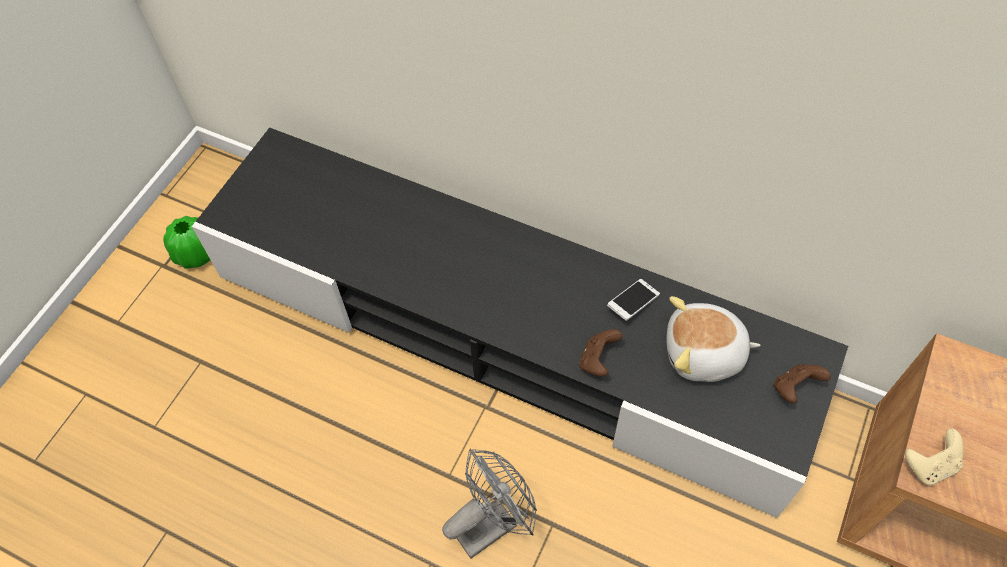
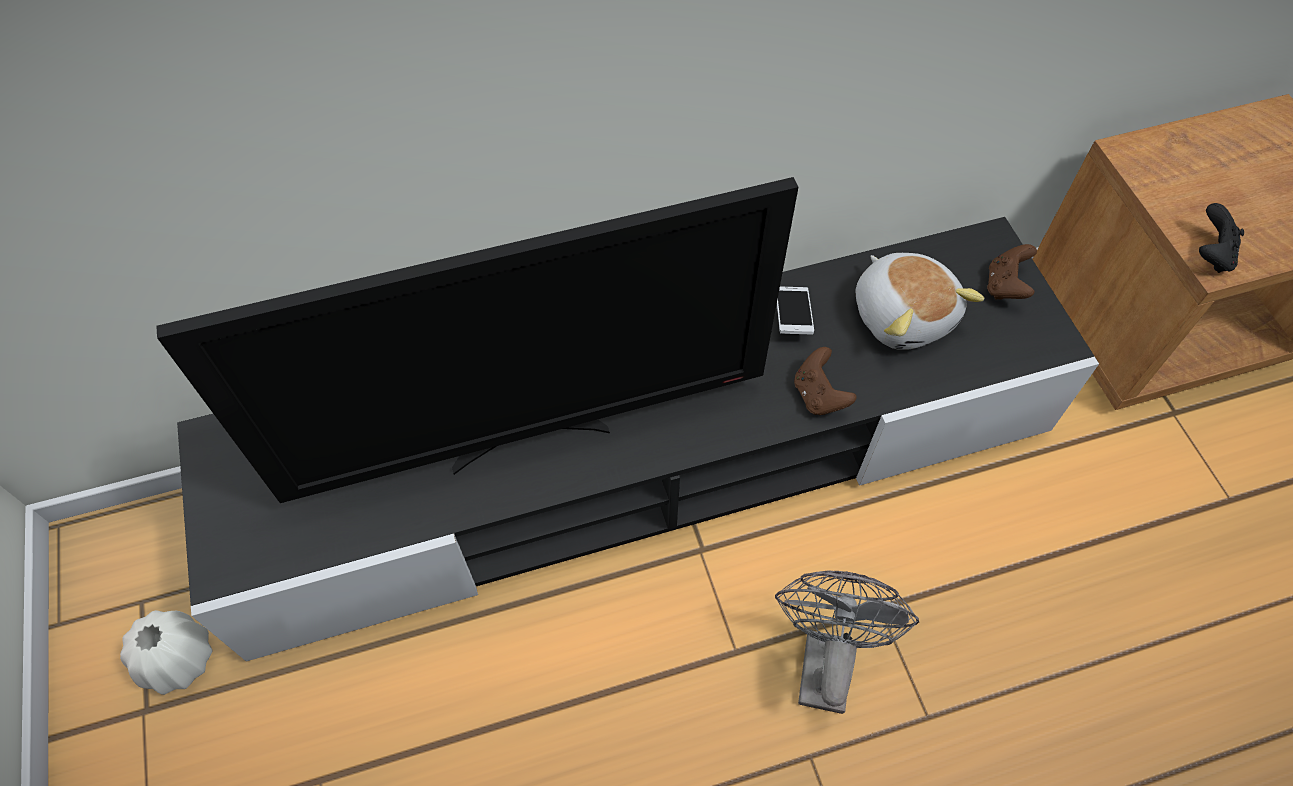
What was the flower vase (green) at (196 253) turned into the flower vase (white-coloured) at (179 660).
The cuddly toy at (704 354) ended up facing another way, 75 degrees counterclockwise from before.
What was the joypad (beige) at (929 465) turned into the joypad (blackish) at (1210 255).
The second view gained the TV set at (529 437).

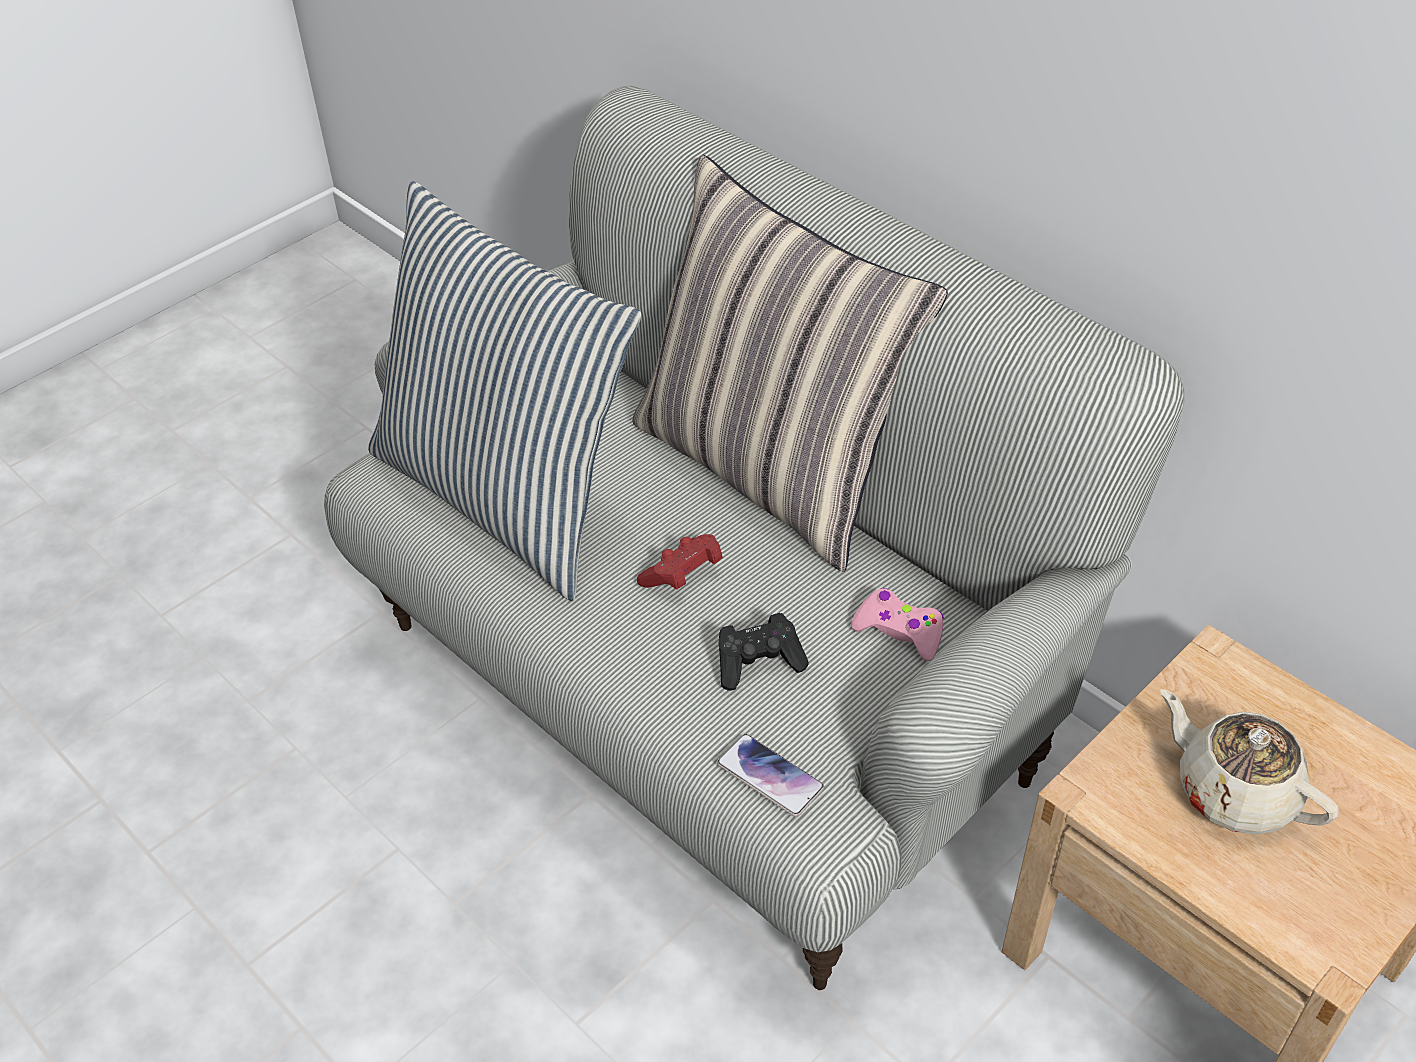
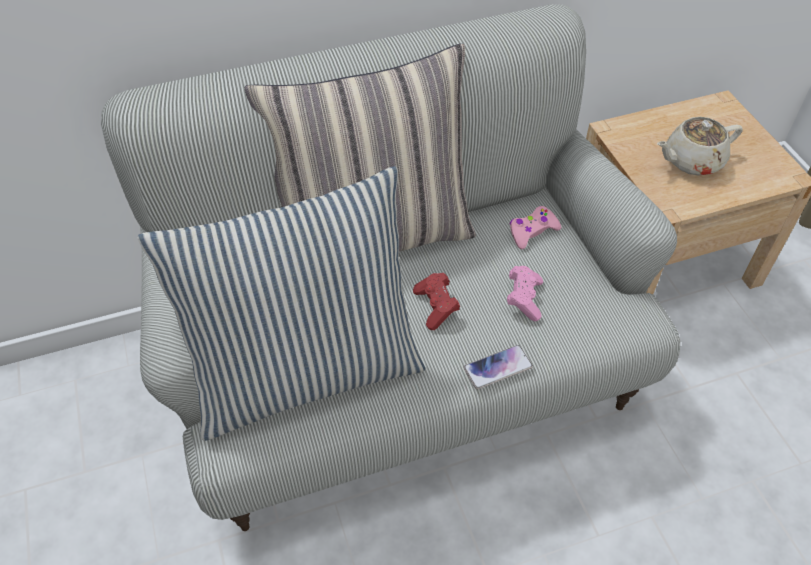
What was the joypad (blackish) at (758 663) turned into the joypad (pink-coloured) at (524 299).
The handset ended up elsewhere, having gone from (769 776) to (497 368).

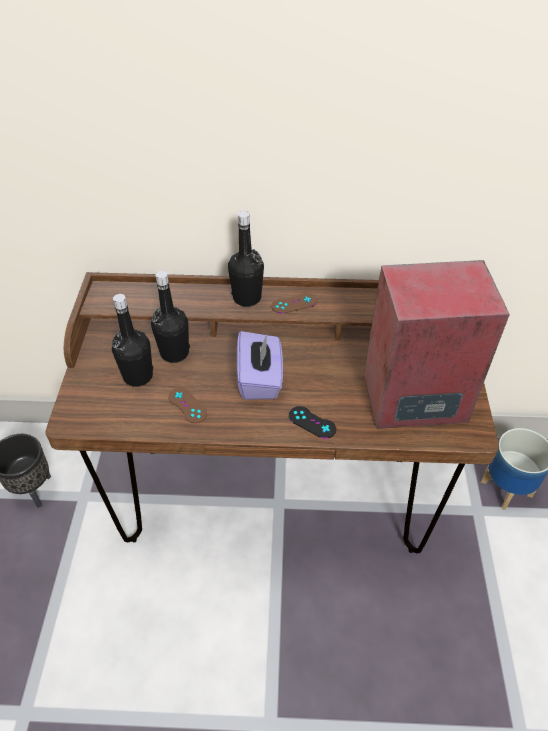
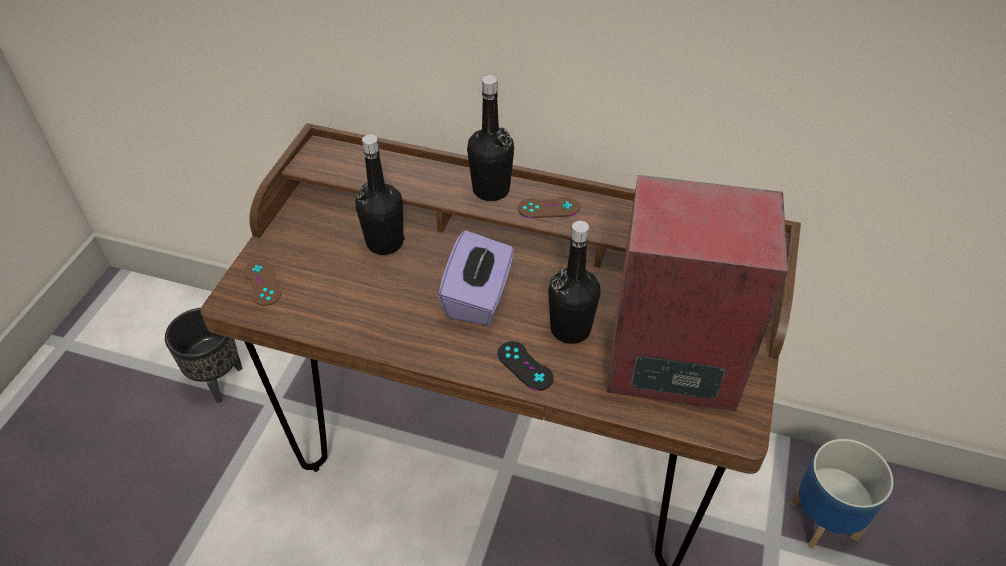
The bottle (blackish) ended up elsewhere, having gone from (138 376) to (570 329).
The joypad (brown) ended up elsewhere, having gone from (187 405) to (262 283).

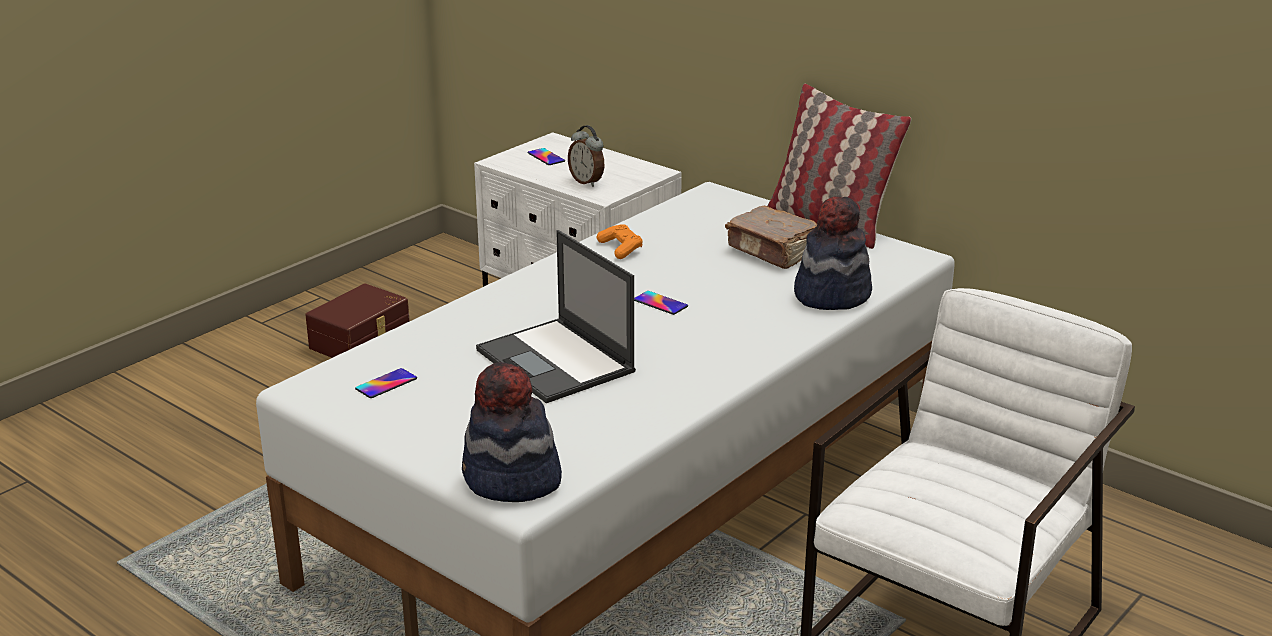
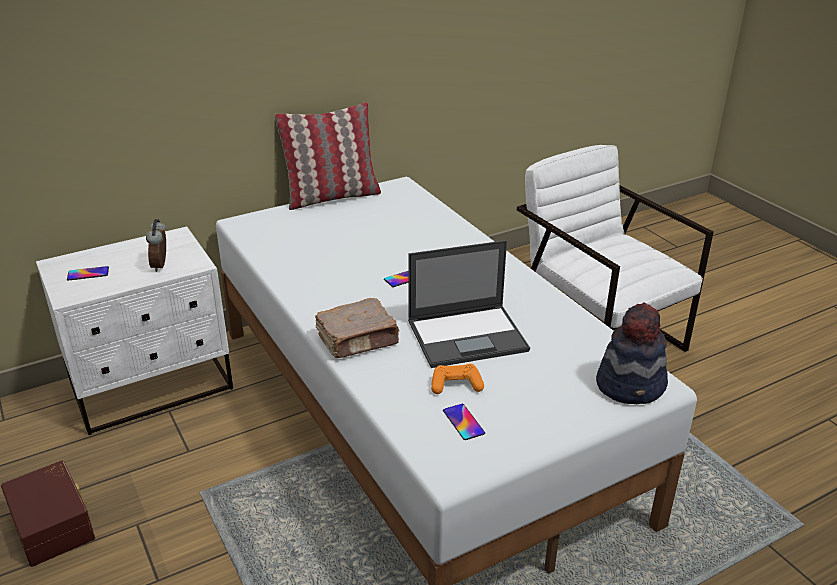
The alarm clock at (587 182) ended up facing another way, 105 degrees clockwise from before.
The second view lost the hat at (831 294).
The bound book (brown) ended up elsewhere, having gone from (773 252) to (358 340).
The joypad (orange) ended up elsewhere, having gone from (620 248) to (456 385).

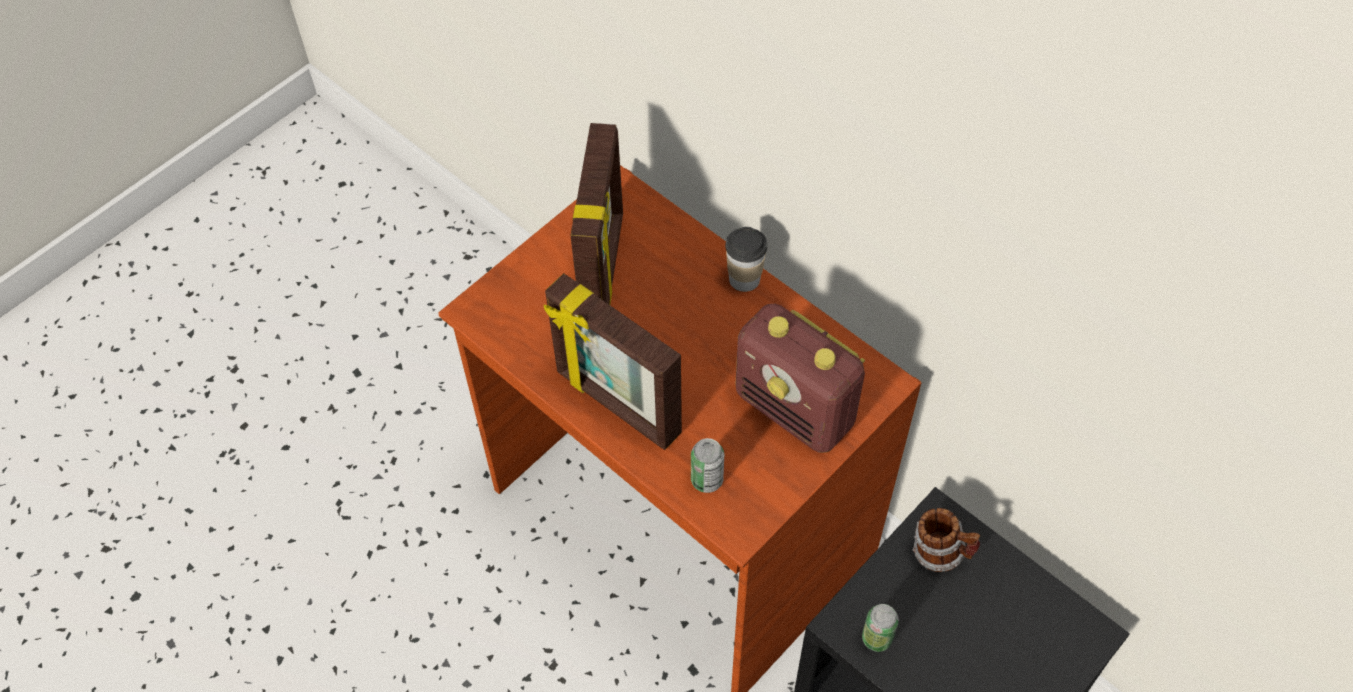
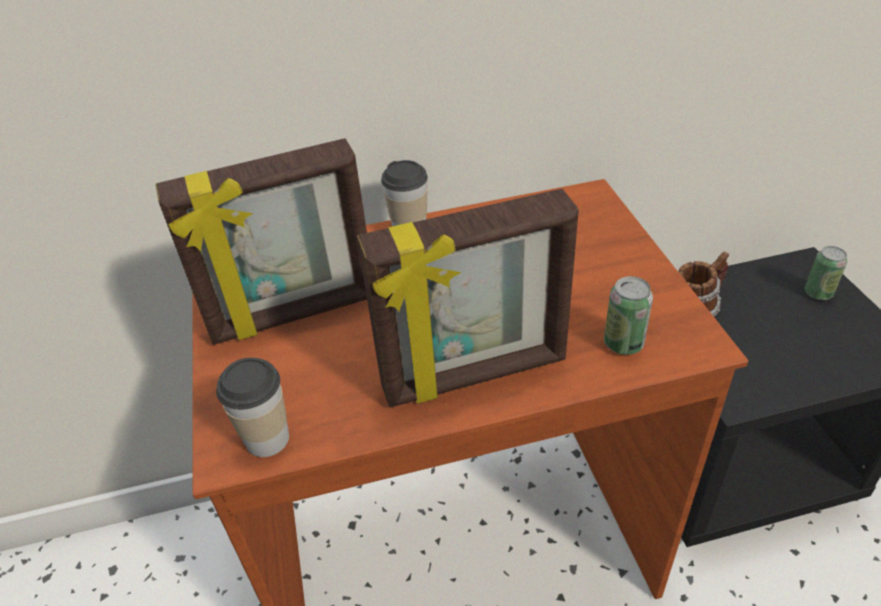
The picture frame at (604 266) ended up facing another way, 120 degrees clockwise from before.
The second view lost the radio receiver at (795 410).
The can ended up elsewhere, having gone from (877 638) to (818 293).
The second view gained the small cup at (267 438).

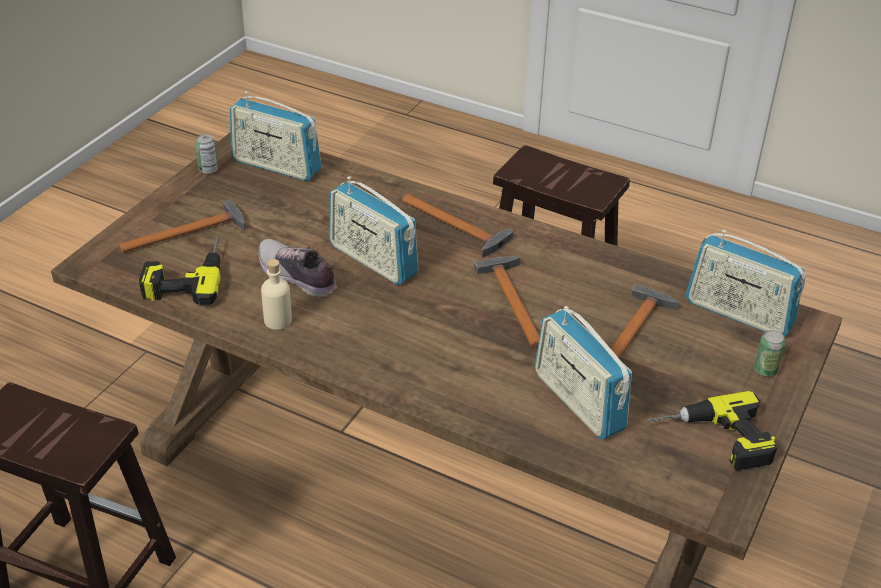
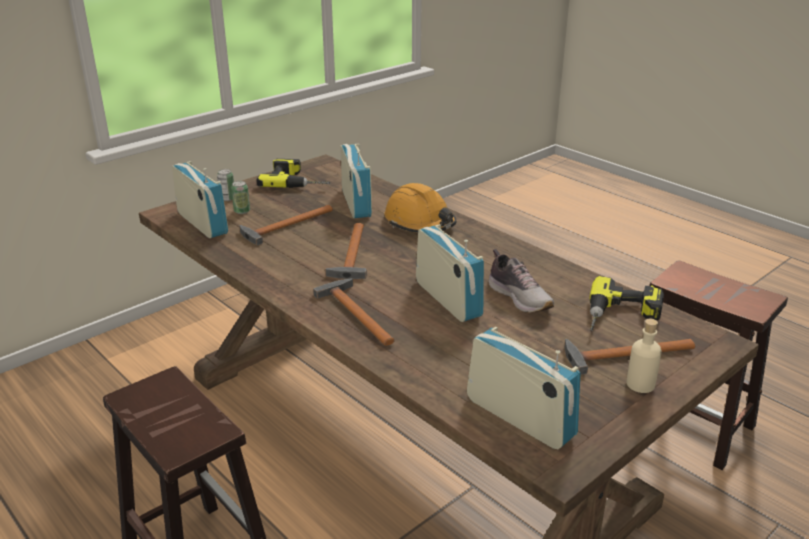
The can ended up elsewhere, having gone from (208 170) to (242 211).
The bottle (beige) ended up elsewhere, having gone from (278 320) to (640 384).
The second view gained the safety helmet (orange) at (420 223).

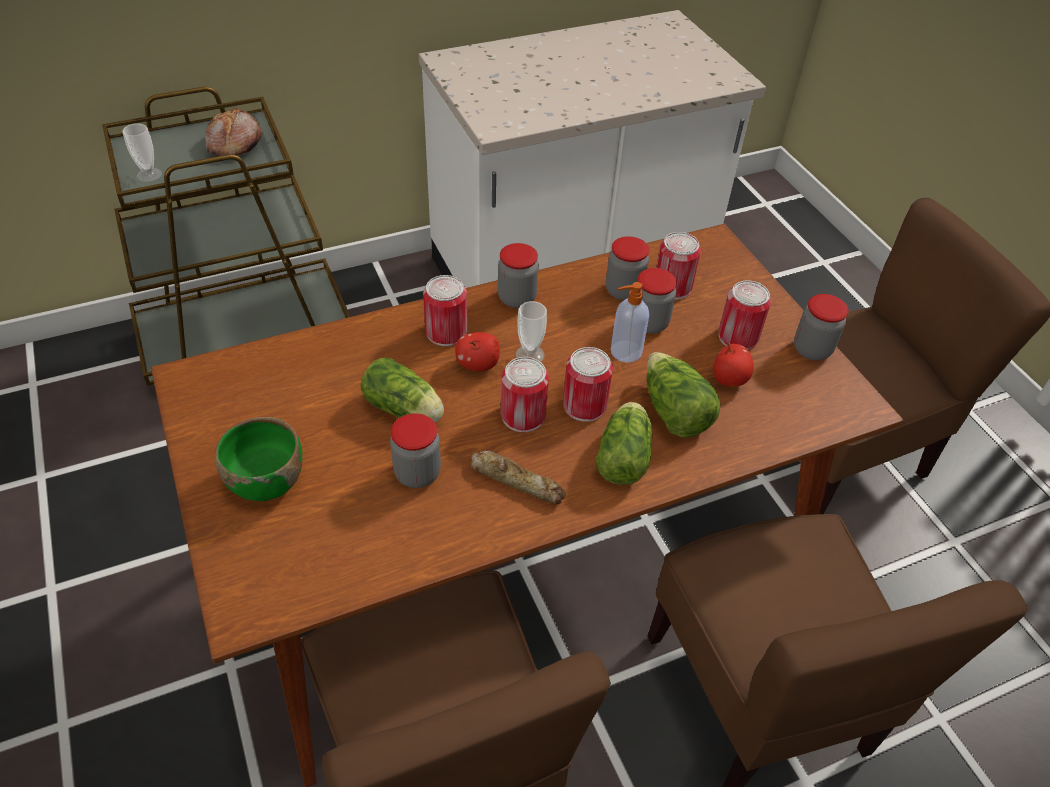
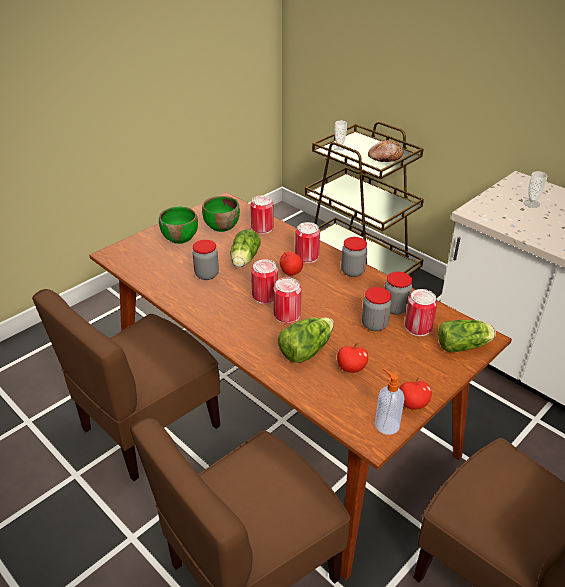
The can ended up elsewhere, having gone from (738 336) to (262 228).
The soap bottle ended up elsewhere, having gone from (624 352) to (386 424).
Where the jar stood at (812 349), the whole apple came to stand at (412 404).
The small cup ended up elsewhere, having gone from (530 355) to (531 204).
The lettuce head ended up elsewhere, having gone from (624 455) to (464 346).
The second view lost the bread at (517 480).
The second view gained the bowl (green) at (221 226).

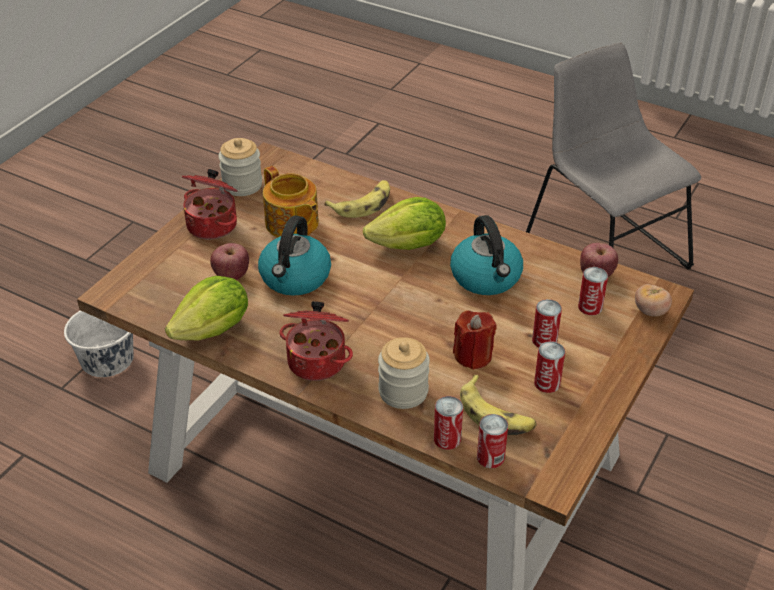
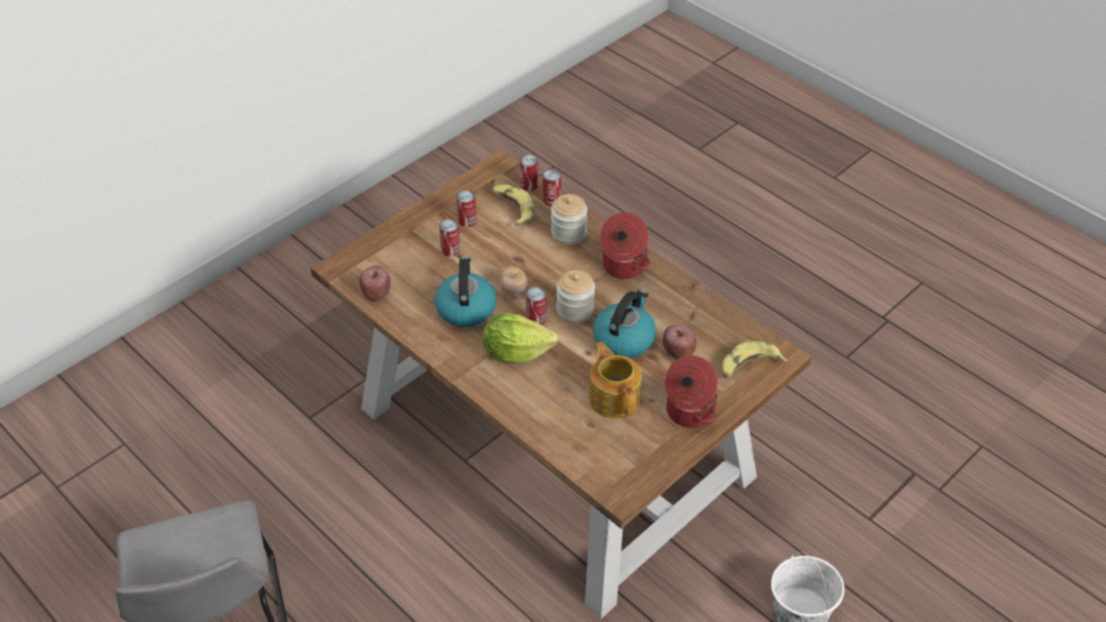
The jar ended up elsewhere, having gone from (242 185) to (575 310).
The banana ended up elsewhere, having gone from (362 204) to (749 366).
The can ended up elsewhere, having gone from (590 307) to (536 318).
The second view lost the lettuce head at (214 330).
The fresh tomato ended up elsewhere, having gone from (650 311) to (514 289).
The second view lost the wax candle (reddish) at (473 356).

